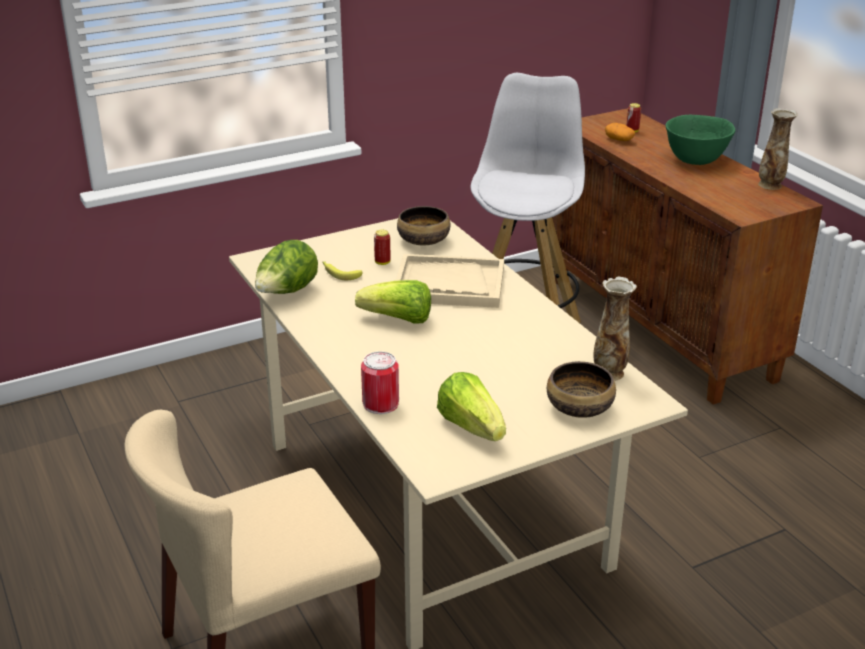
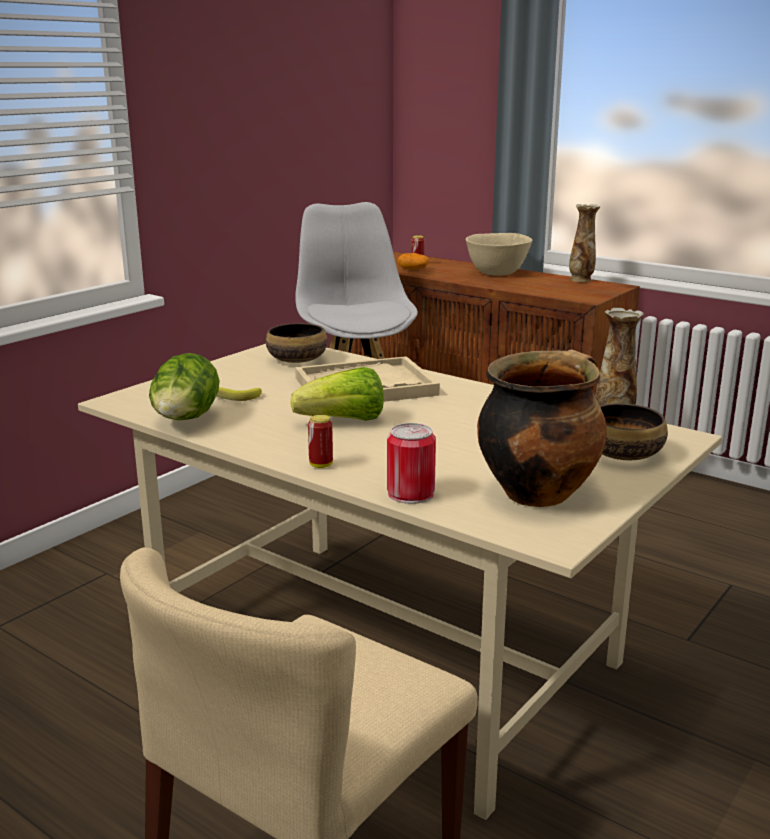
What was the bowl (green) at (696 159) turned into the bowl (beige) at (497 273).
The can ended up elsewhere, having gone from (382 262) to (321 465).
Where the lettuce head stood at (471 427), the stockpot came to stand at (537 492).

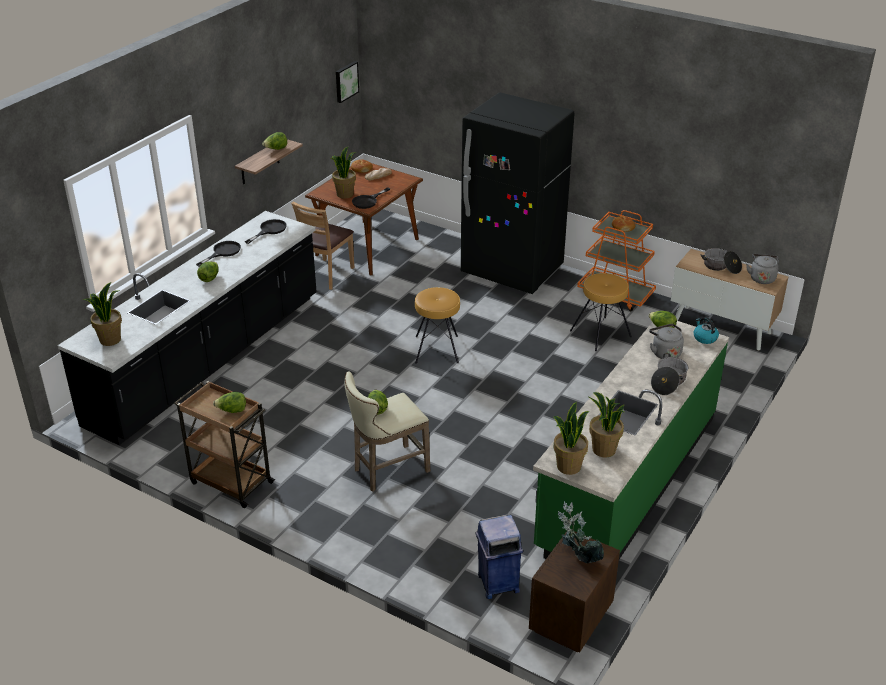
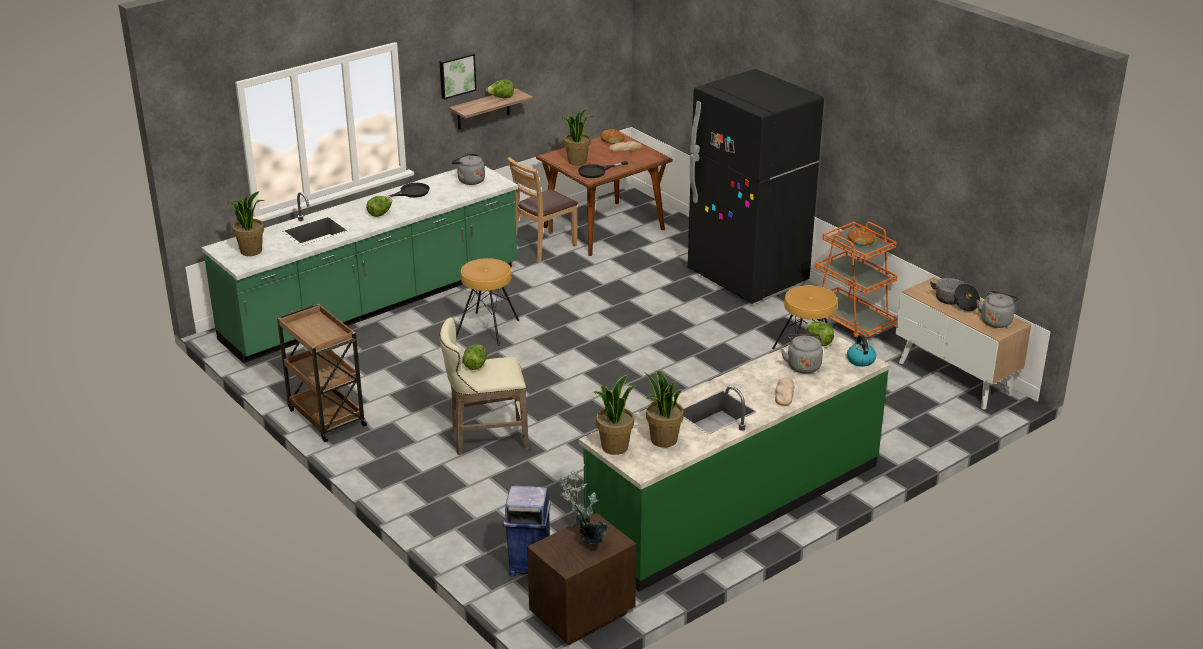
The wall picture ended up elsewhere, having gone from (346 81) to (456 75).
What was the kitchen counter (blackish) at (208 359) turned into the kitchen counter (green) at (374 304).
Where the frying pan (blackish) stood at (269 230), the tea kettle (greyish) came to stand at (469 180).
The stool (brown) ended up elsewhere, having gone from (437 349) to (488 329).
Where the stockpot stood at (668 382), the bread came to stand at (784 393).
The second view lost the lettuce head at (232 411).

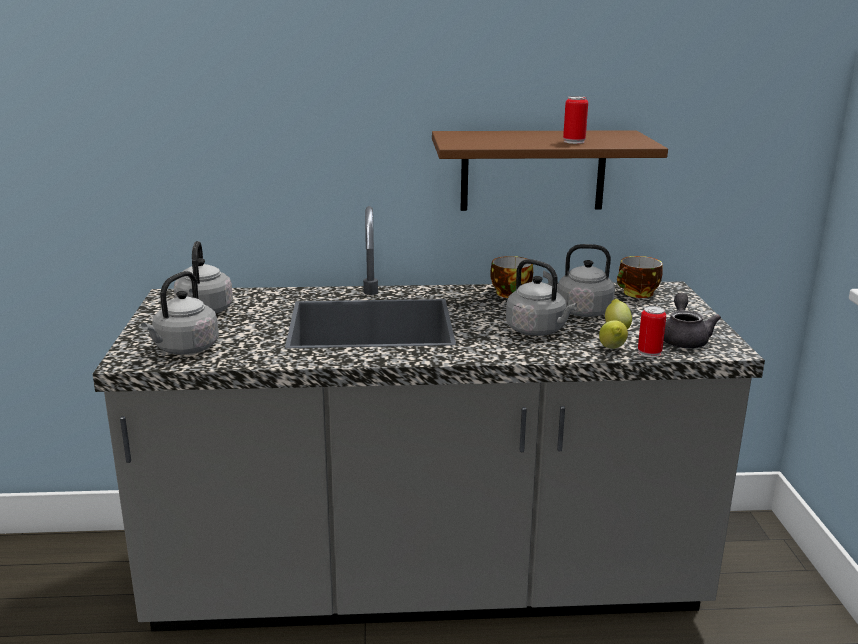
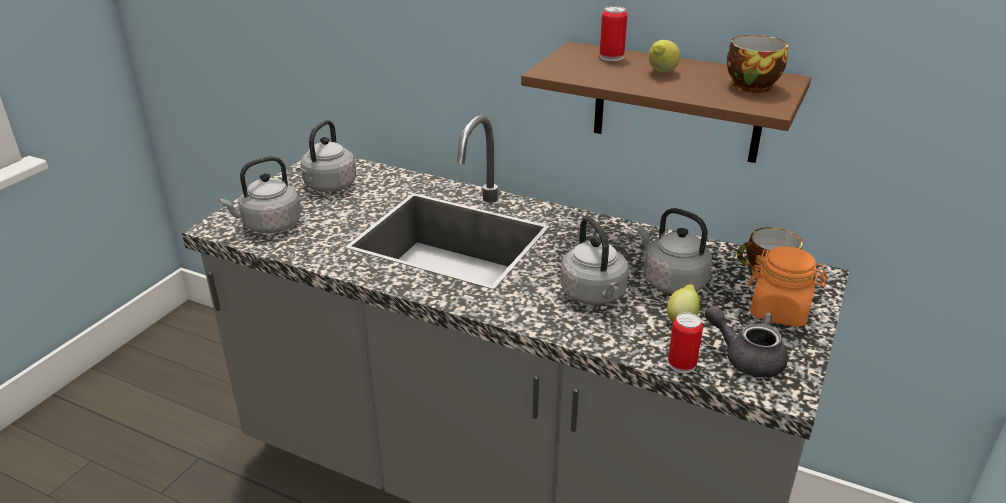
The can ended up elsewhere, having gone from (574 141) to (611 57).
The small cup ended up elsewhere, having gone from (508 293) to (749 85).
The teapot (greyish) at (684 339) ended up facing another way, 90 degrees counterclockwise from before.
The lemon ended up elsewhere, having gone from (612 349) to (661 73).
The second view gained the jar (orange) at (780 311).

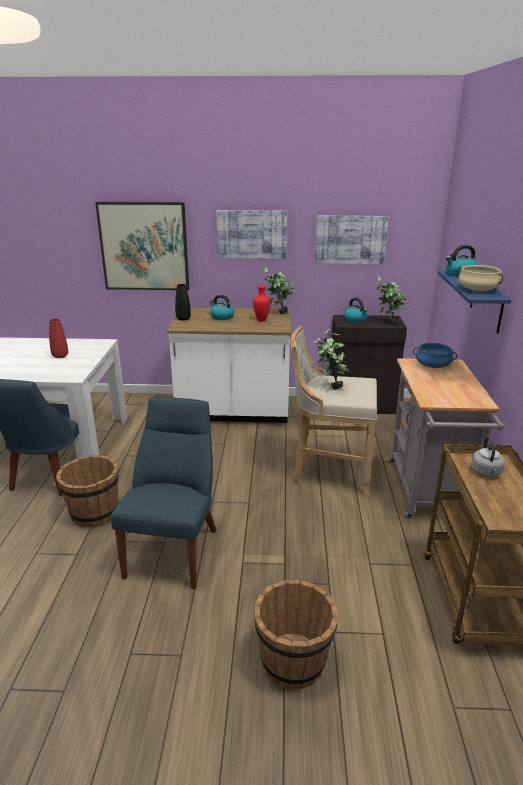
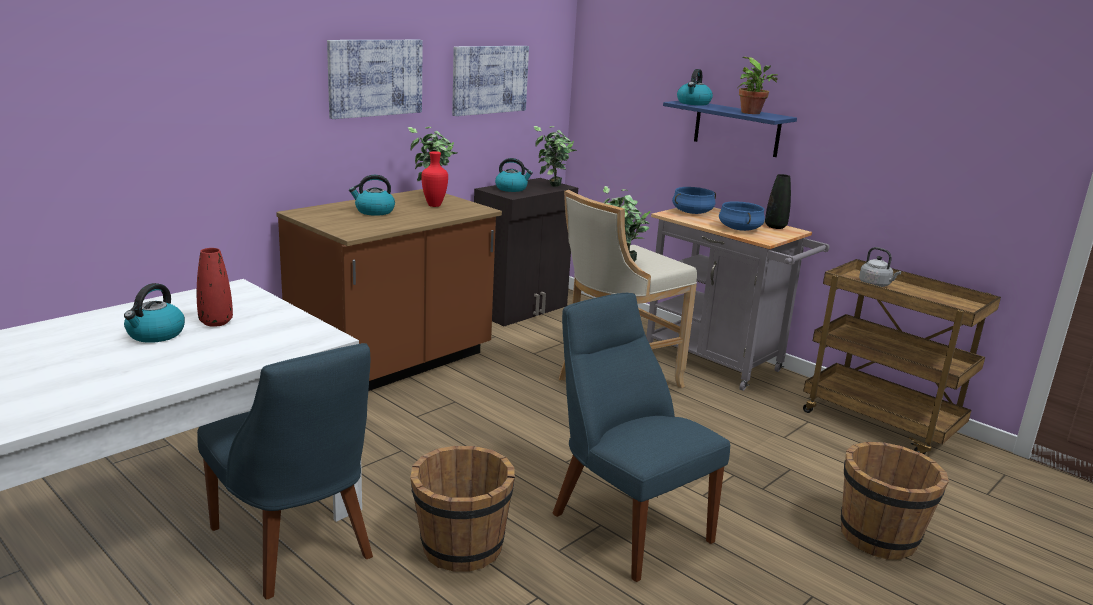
The second view lost the wall picture at (144 246).
Where the stockpot (beige) stood at (477 290), the houseplant came to stand at (752 113).
The flower vase (blackish) ended up elsewhere, having gone from (183 319) to (775 227).
What was the kitchen counter (white-coloured) at (234 411) turned into the kitchen counter (brown) at (393 364).
The second view gained the stockpot (blue-coloured) at (739 229).
The second view gained the tea kettle at (155 334).

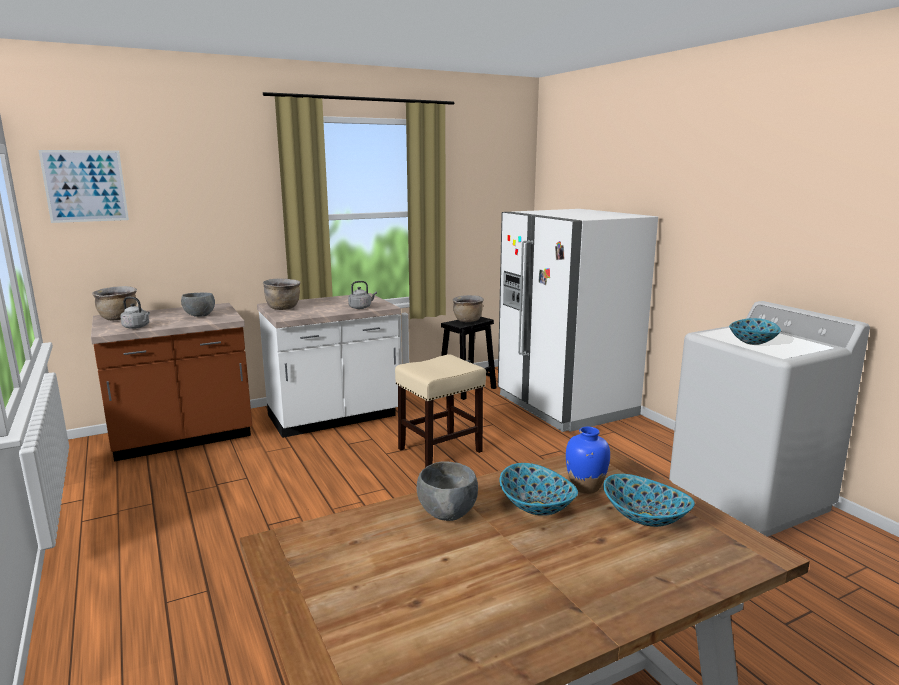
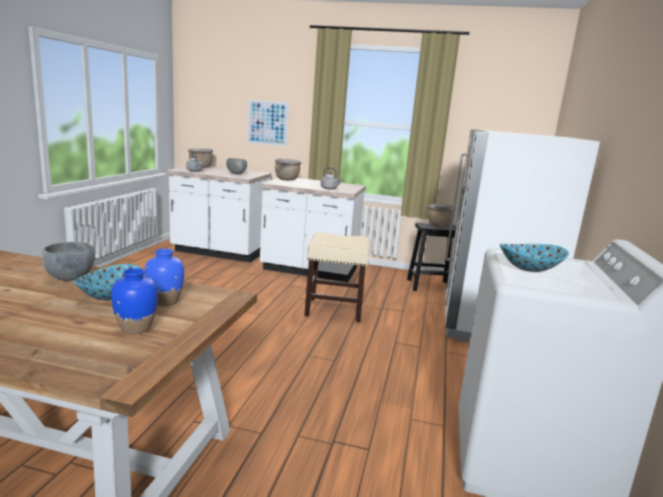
The wall picture ended up elsewhere, having gone from (85 186) to (267 123).
What was the kitchen counter (brown) at (182 438) turned into the kitchen counter (white-coloured) at (219 252).
Where the bowl stood at (645 518), the flower vase (blue-coloured) came to stand at (135 328).

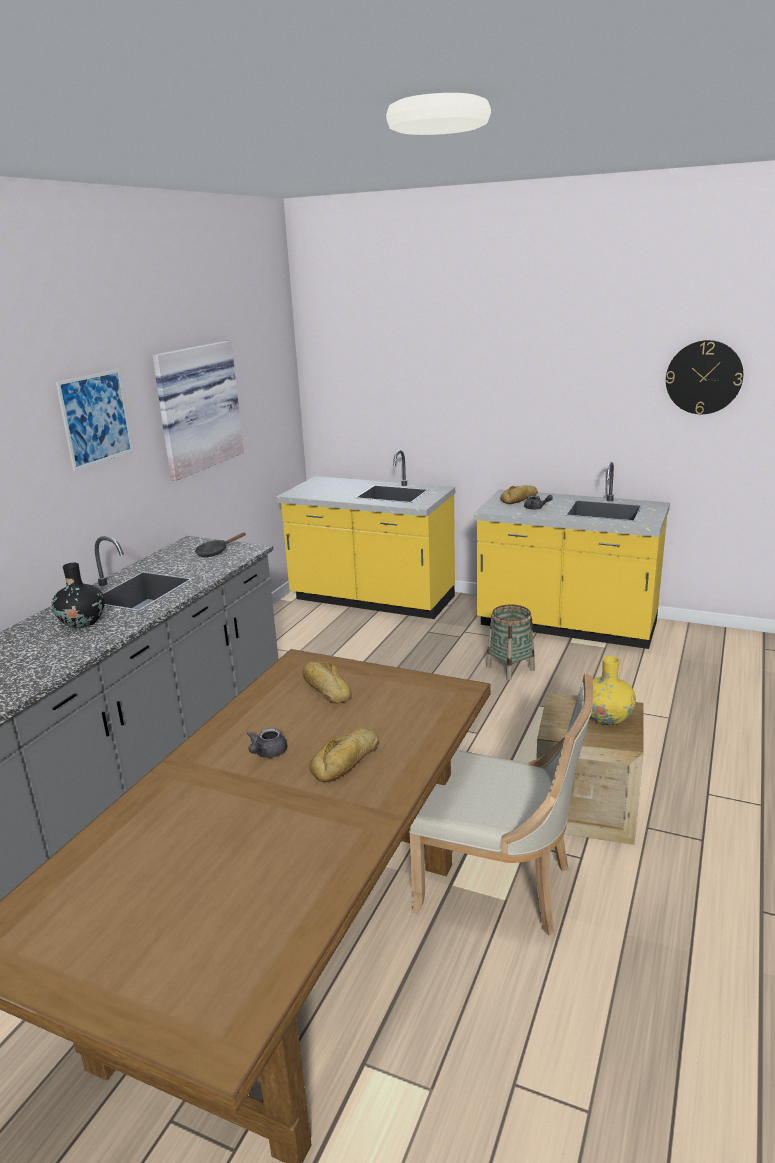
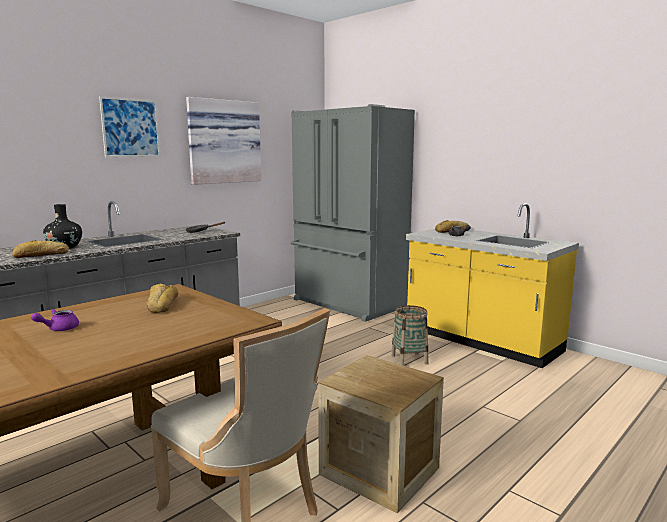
The second view lost the hanging clock at (703 377).
Where the kitchen counter (yellow) stood at (372 600), the fridge (greyish) came to stand at (347 304).
The second view lost the flower vase (yellow) at (606 717).
What was the teapot (greyish) at (267 753) turned into the teapot (purple-coloured) at (59 329).
The bread ended up elsewhere, having gone from (348 761) to (41 255).

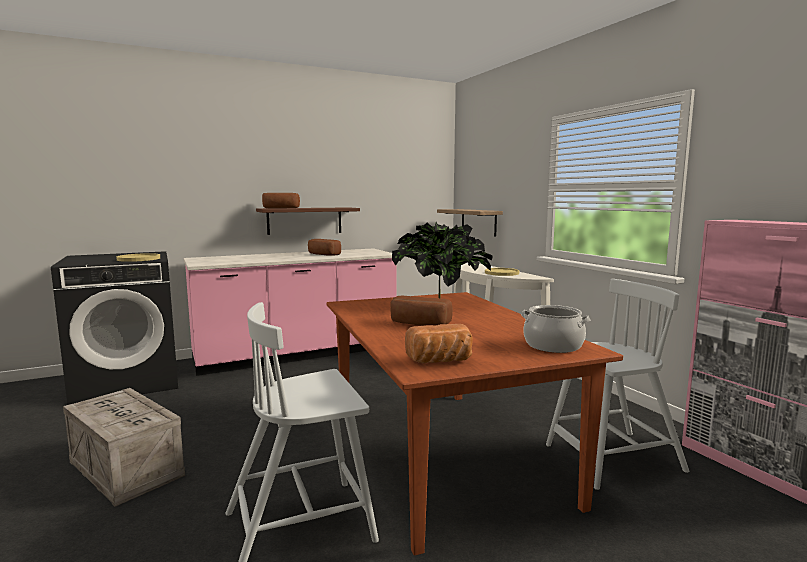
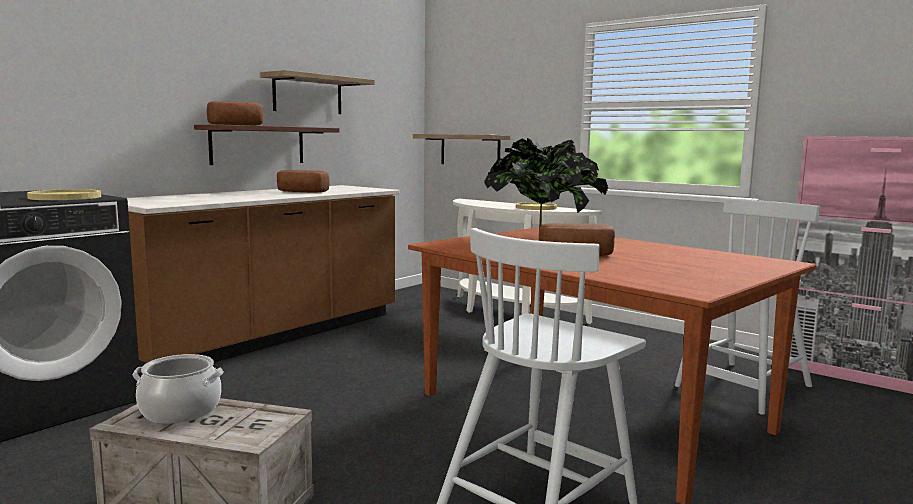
What was the kitchen counter (pink-coloured) at (298 355) turned into the kitchen counter (brown) at (269 337).
The stockpot ended up elsewhere, having gone from (553 346) to (180 411).
The second view lost the bread at (440 361).
The second view gained the wall shelf at (308 94).

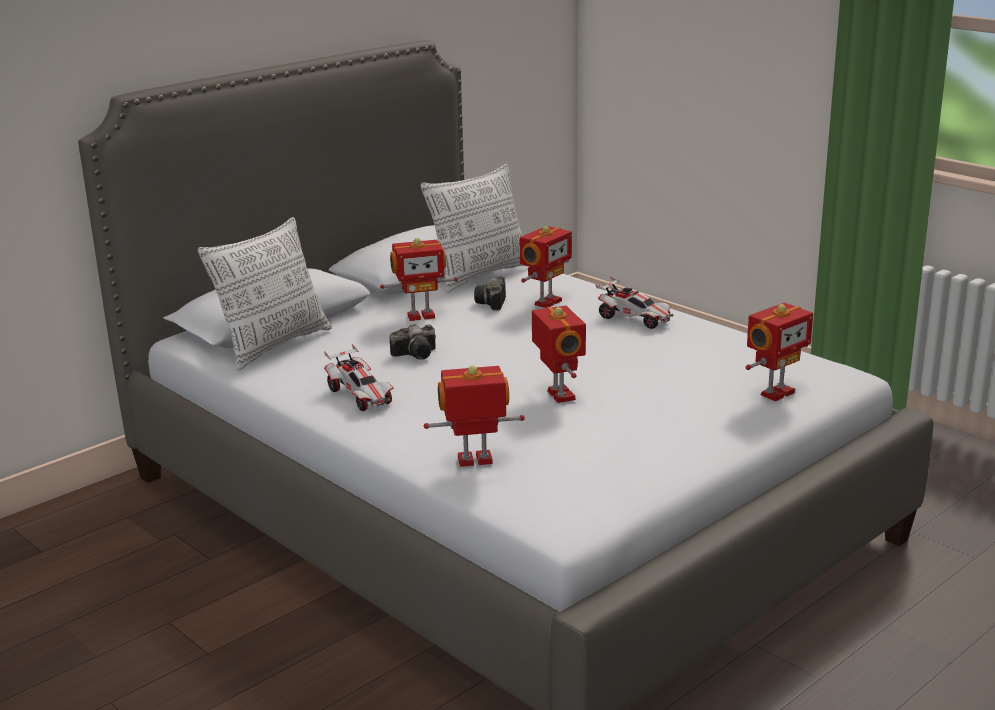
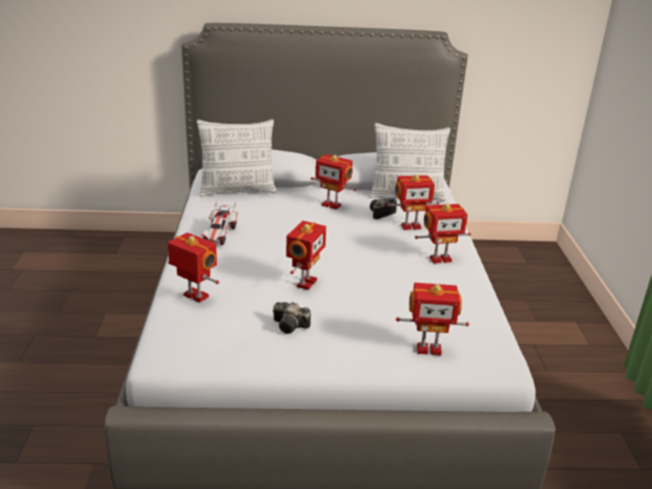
Where the model car stood at (634 319), the toy robot came to stand at (440 259).
The still camera ended up elsewhere, having gone from (417 354) to (291 326).

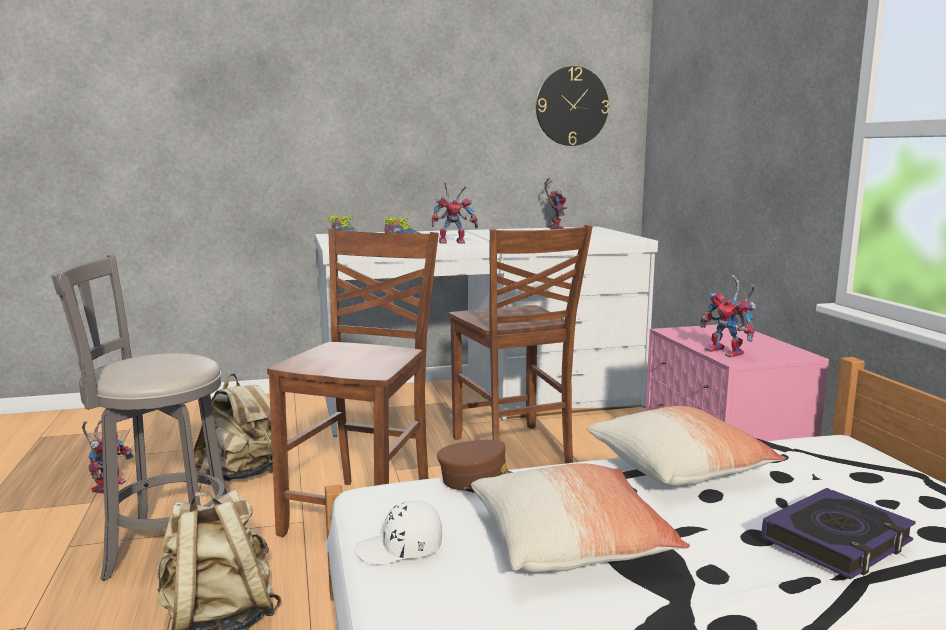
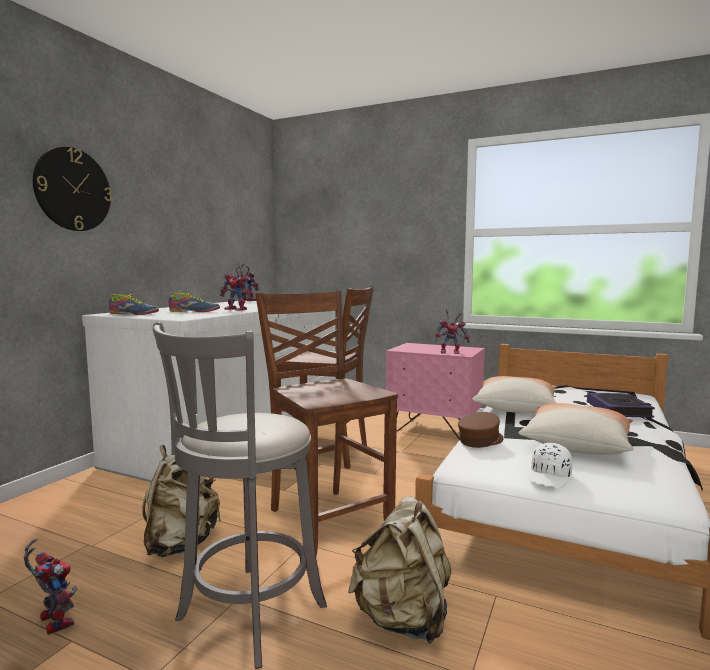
The hanging clock ended up elsewhere, having gone from (571 106) to (73 189).
The toy robot at (454 242) ended up facing another way, 90 degrees clockwise from before.

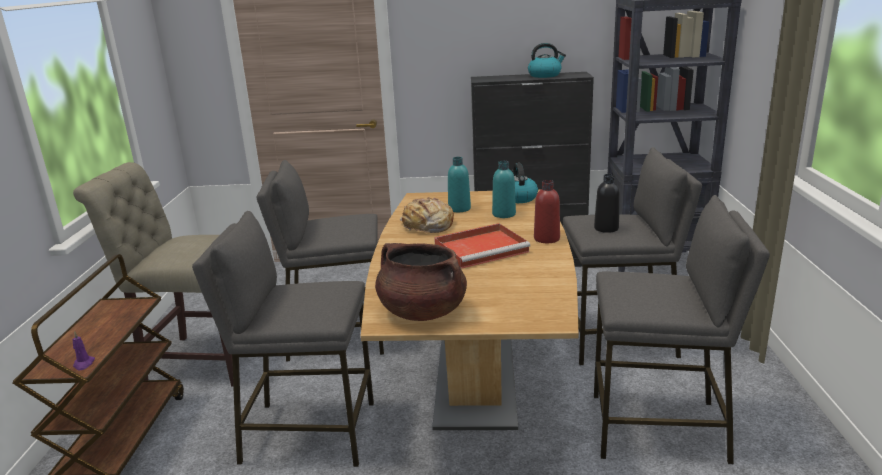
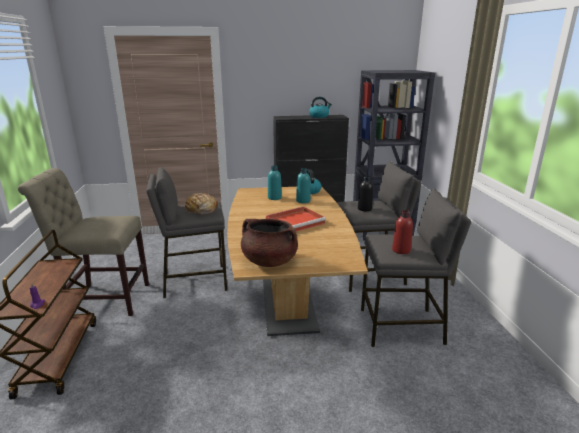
The bottle (reddish) ended up elsewhere, having gone from (546 239) to (401 250).
The bread ended up elsewhere, having gone from (427 226) to (201 210).
The second view lost the stool (greyish) at (308 432).

